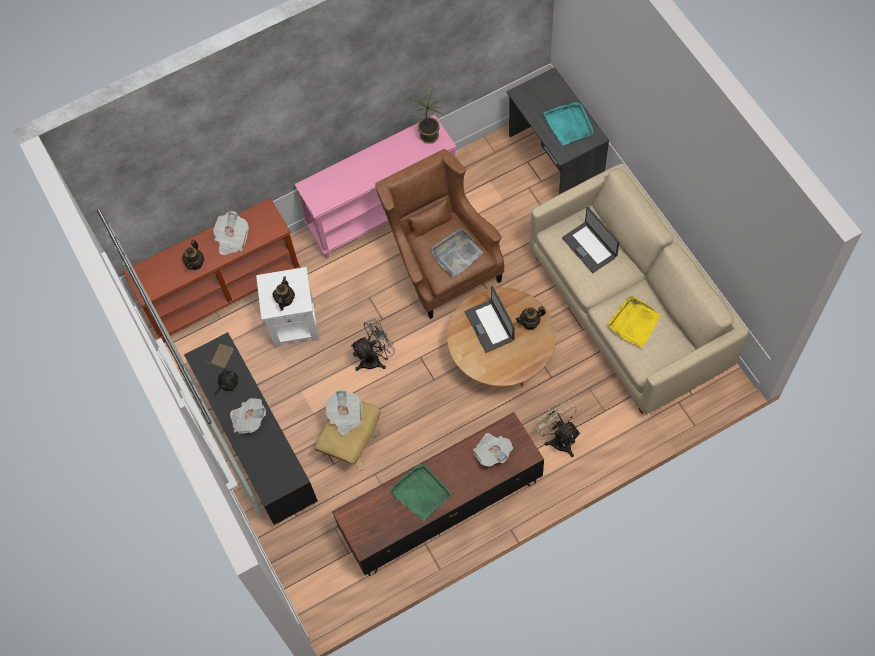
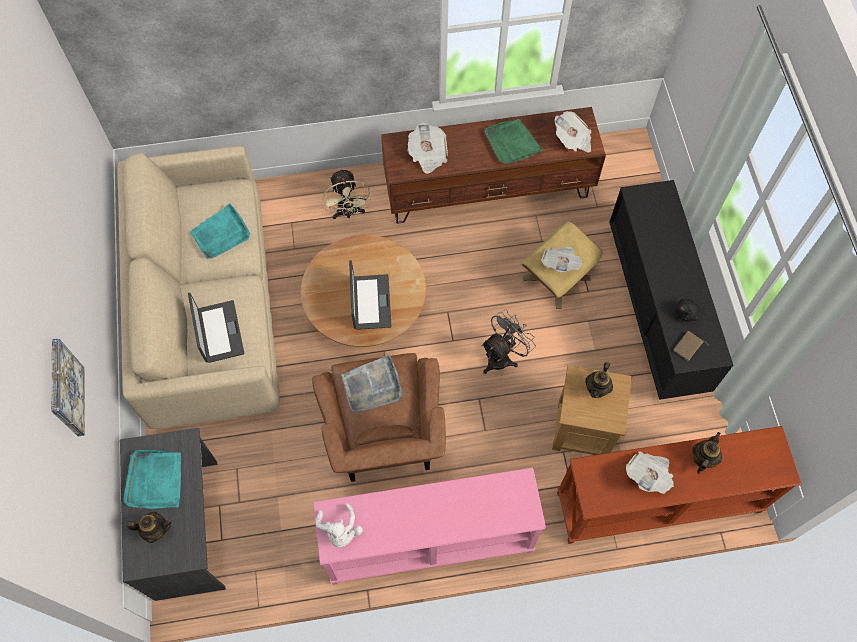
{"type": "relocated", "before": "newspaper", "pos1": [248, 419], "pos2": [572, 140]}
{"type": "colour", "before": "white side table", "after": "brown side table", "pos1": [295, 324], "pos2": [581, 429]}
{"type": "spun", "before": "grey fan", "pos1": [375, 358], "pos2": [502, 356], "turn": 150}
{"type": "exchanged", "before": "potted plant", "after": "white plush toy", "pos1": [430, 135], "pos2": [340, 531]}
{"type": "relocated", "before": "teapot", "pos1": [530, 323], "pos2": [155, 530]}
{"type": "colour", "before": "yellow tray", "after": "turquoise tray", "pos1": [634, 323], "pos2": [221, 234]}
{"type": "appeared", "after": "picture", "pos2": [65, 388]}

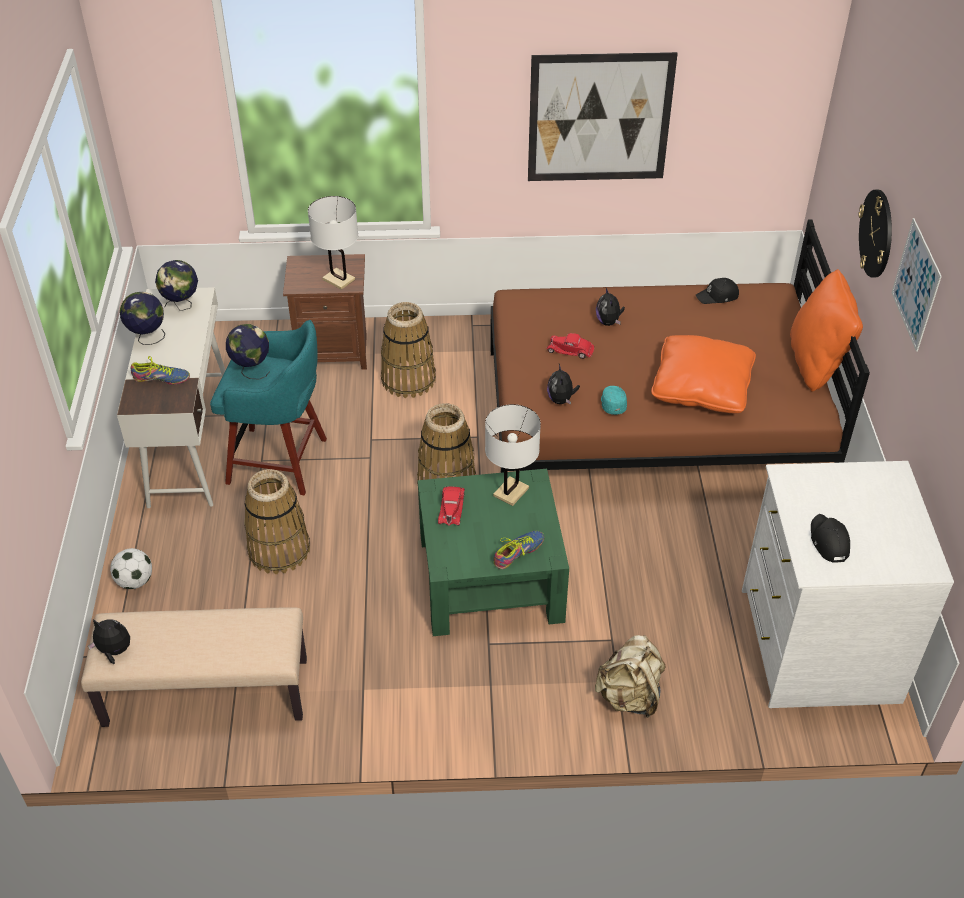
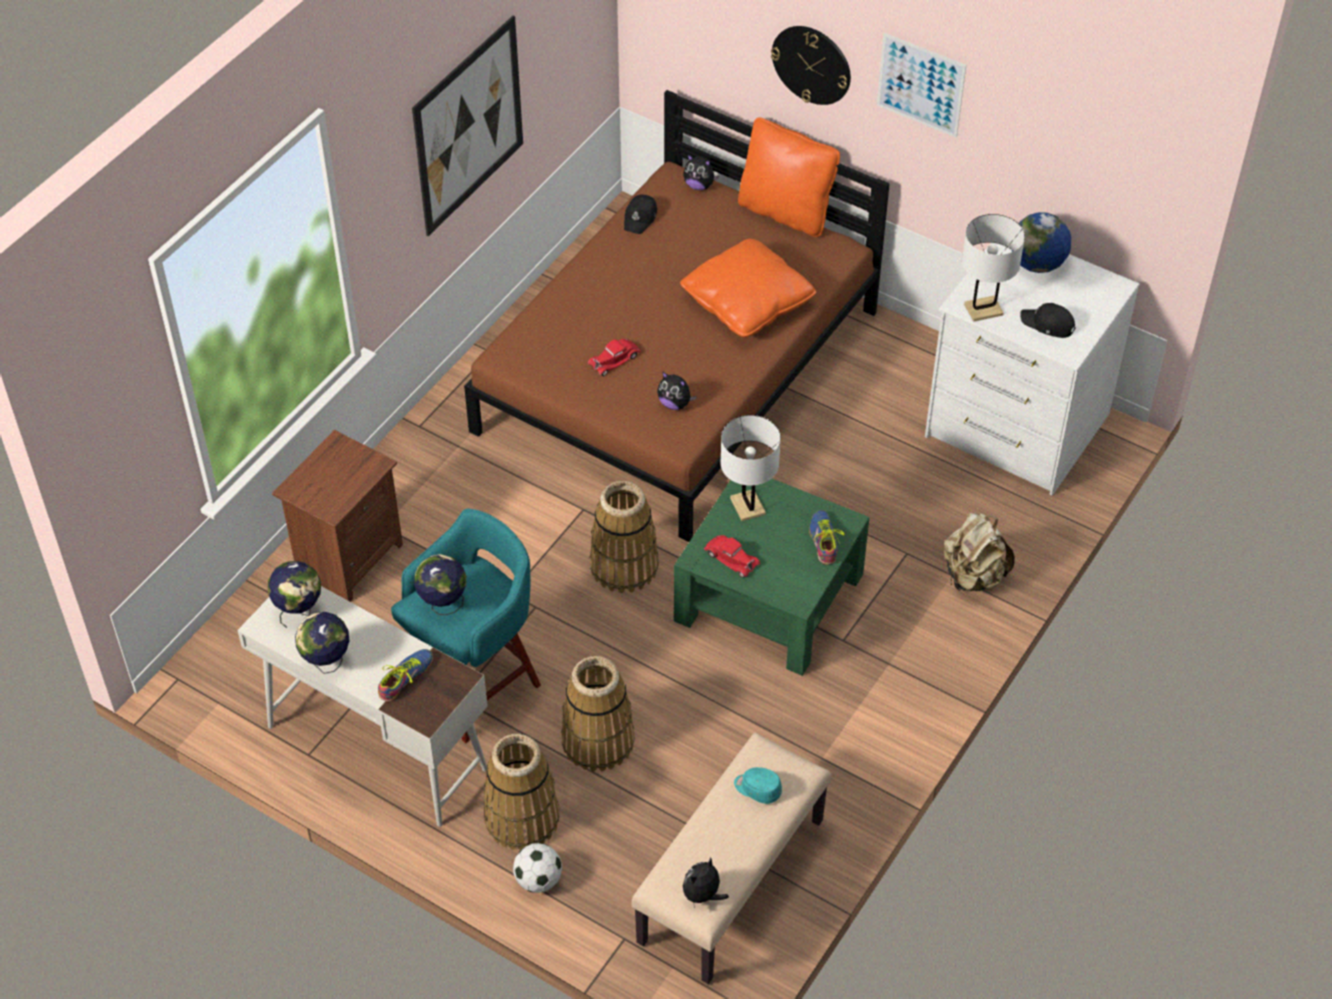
{"type": "relocated", "before": "white table lamp", "pos1": [339, 279], "pos2": [983, 309]}
{"type": "relocated", "before": "basket", "pos1": [408, 379], "pos2": [521, 818]}
{"type": "relocated", "before": "plush toy", "pos1": [608, 322], "pos2": [699, 185]}
{"type": "relocated", "before": "turquoise cap", "pos1": [612, 404], "pos2": [757, 789]}
{"type": "appeared", "after": "globe", "pos2": [1037, 264]}

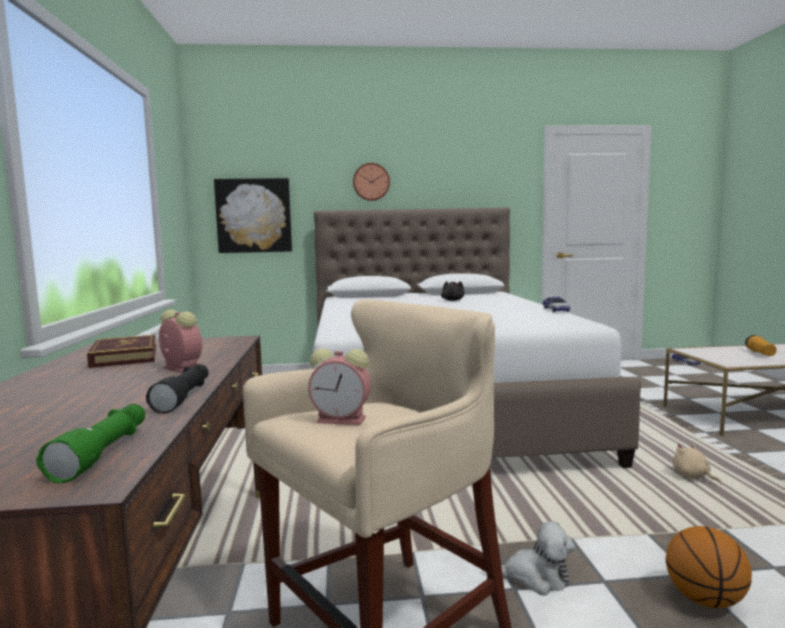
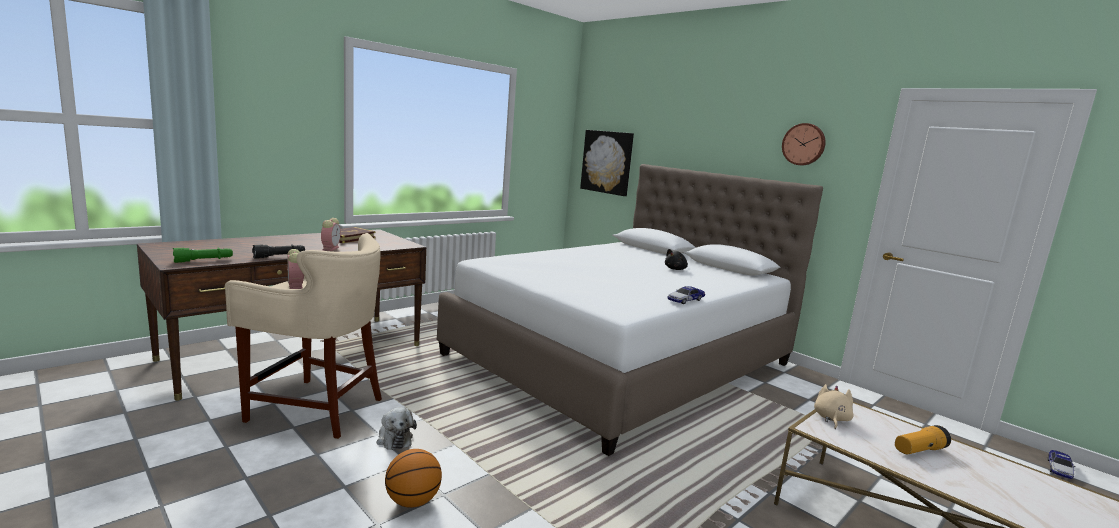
{"type": "relocated", "before": "wall clock", "pos1": [371, 182], "pos2": [804, 144]}
{"type": "relocated", "before": "beige plush toy", "pos1": [692, 477], "pos2": [831, 419]}

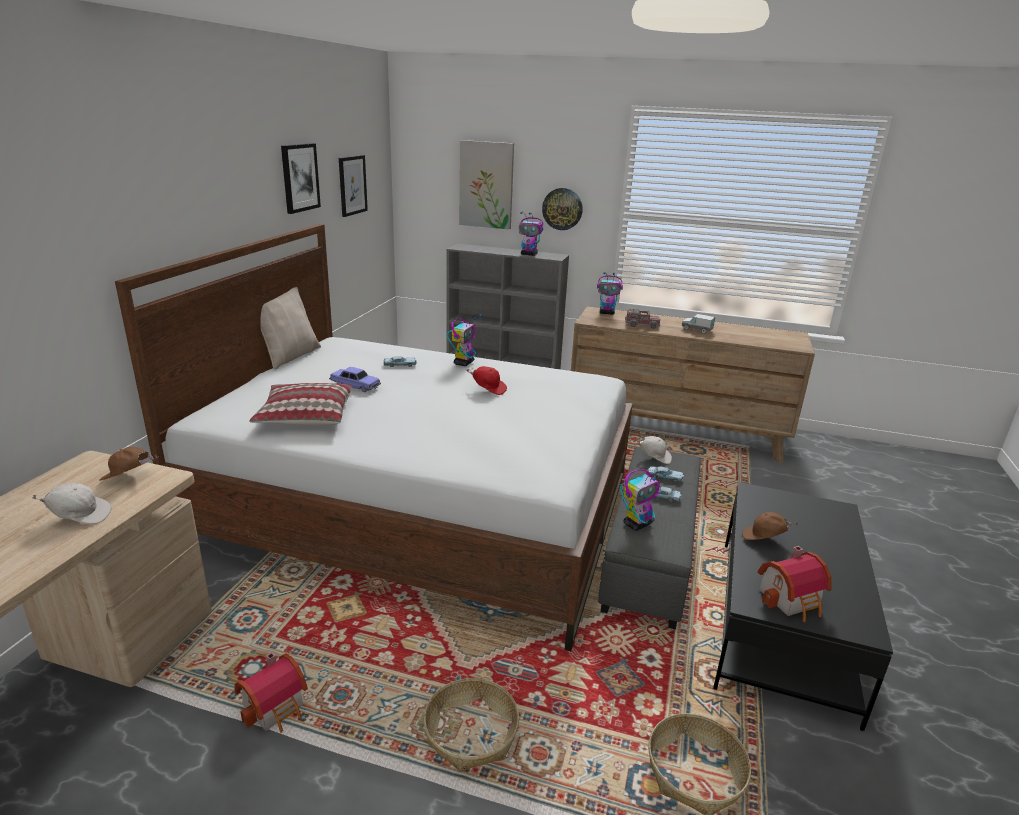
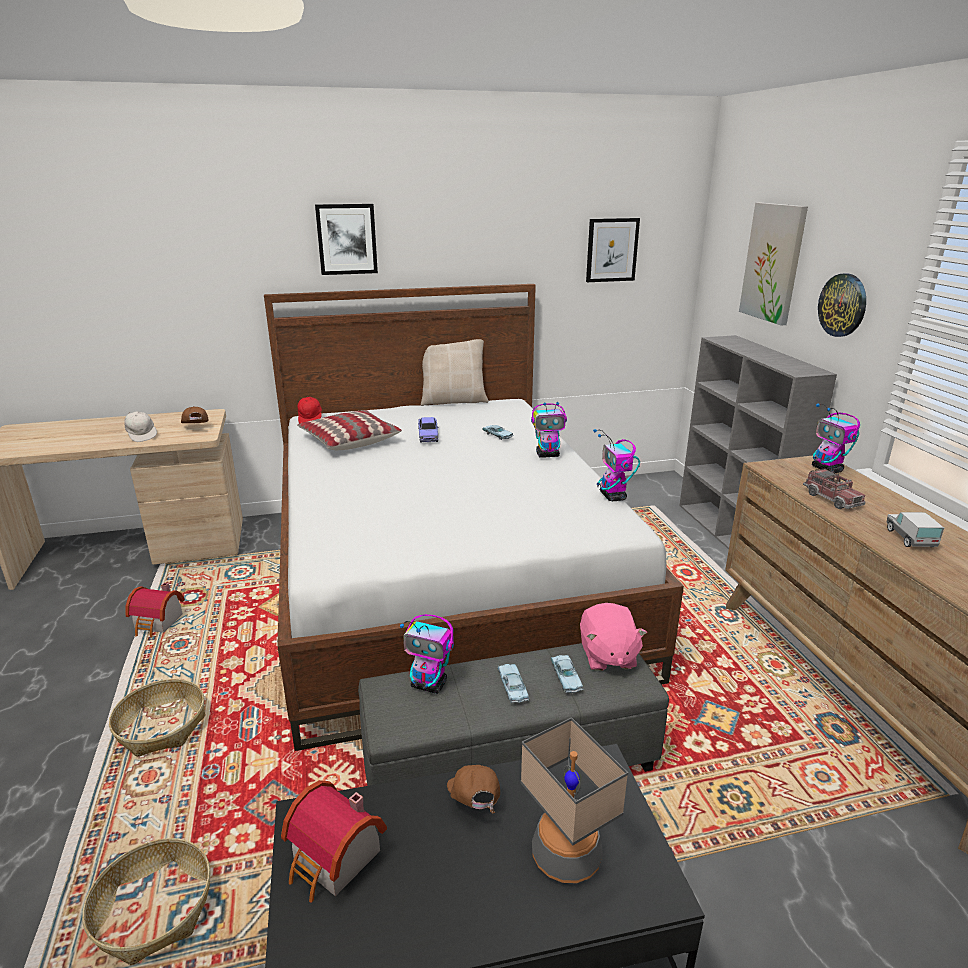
{"type": "relocated", "before": "picture", "pos1": [299, 177], "pos2": [346, 239]}
{"type": "relocated", "before": "red cap", "pos1": [488, 389], "pos2": [310, 419]}
{"type": "relocated", "before": "toy robot", "pos1": [529, 254], "pos2": [613, 496]}
{"type": "exchanged", "before": "white cap", "after": "pink plush toy", "pos1": [654, 458], "pos2": [607, 656]}
{"type": "appeared", "after": "table lamp", "pos2": [566, 855]}

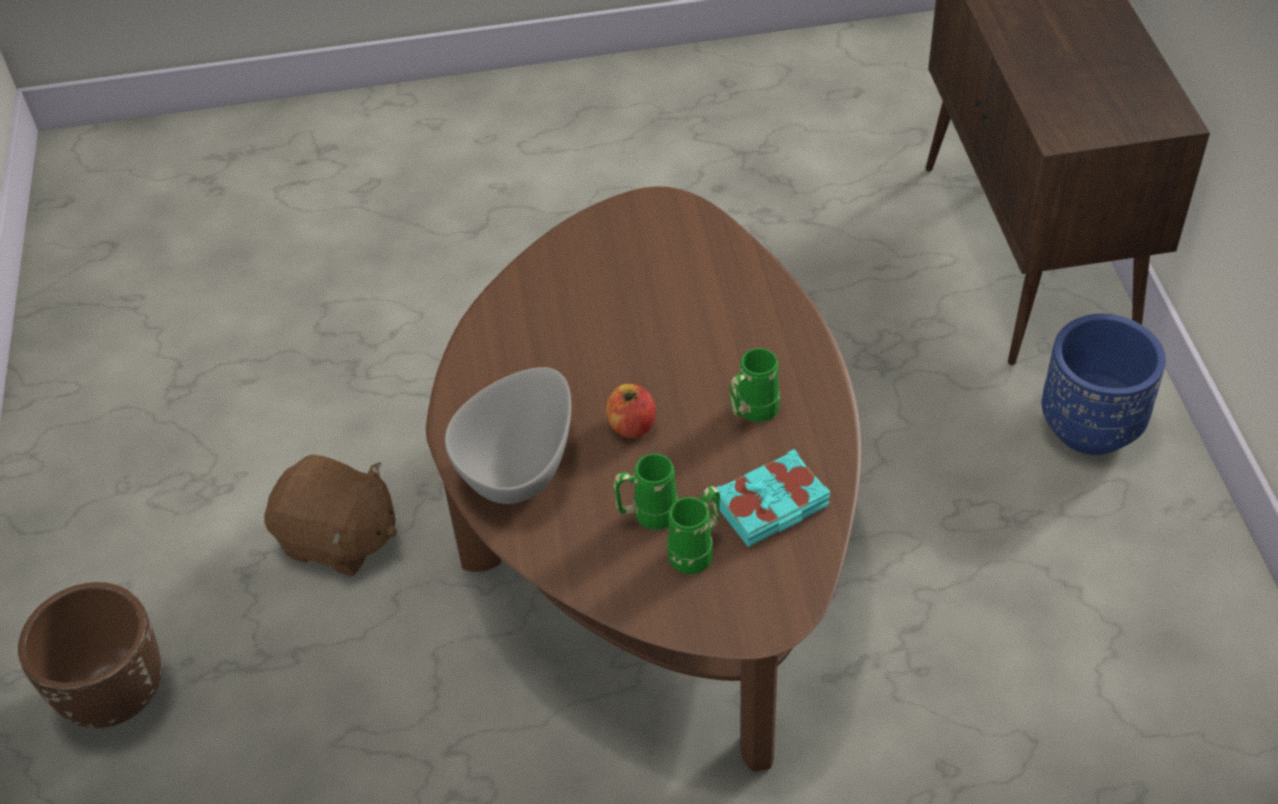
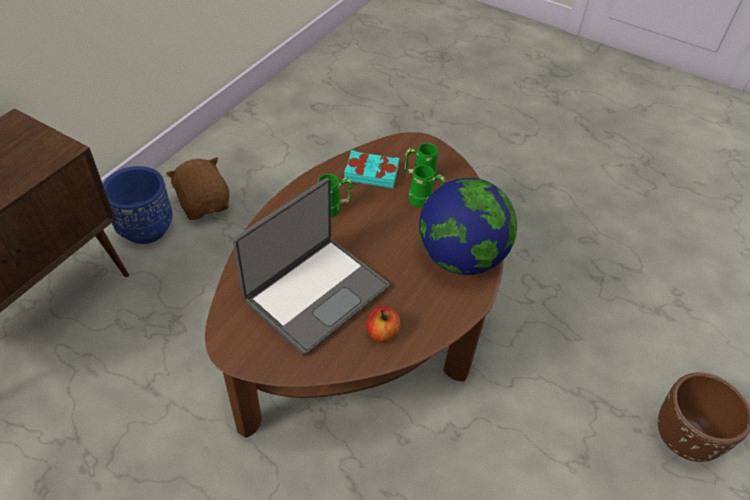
{"type": "relocated", "before": "brown plush toy", "pos1": [338, 539], "pos2": [204, 204]}
{"type": "exchanged", "before": "grey bowl", "after": "globe", "pos1": [519, 468], "pos2": [460, 257]}
{"type": "relocated", "before": "apple", "pos1": [631, 425], "pos2": [382, 333]}
{"type": "appeared", "after": "laptop", "pos2": [315, 293]}

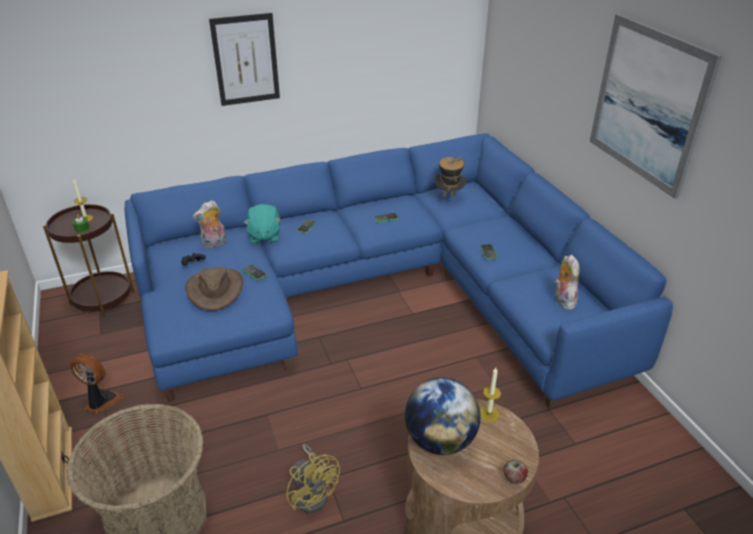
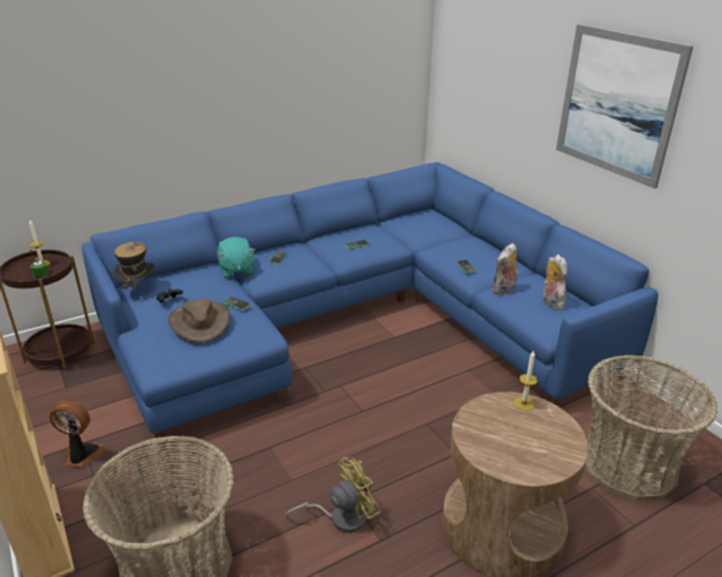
{"type": "relocated", "before": "plush toy", "pos1": [214, 244], "pos2": [504, 291]}
{"type": "missing", "before": "picture", "pos1": [246, 60]}
{"type": "spun", "before": "yellow fan", "pos1": [313, 493], "pos2": [341, 517], "turn": -75}
{"type": "missing", "before": "globe", "pos1": [440, 440]}
{"type": "relocated", "before": "hat", "pos1": [449, 198], "pos2": [138, 290]}
{"type": "missing", "before": "apple", "pos1": [514, 478]}
{"type": "appeared", "after": "basket", "pos2": [628, 465]}

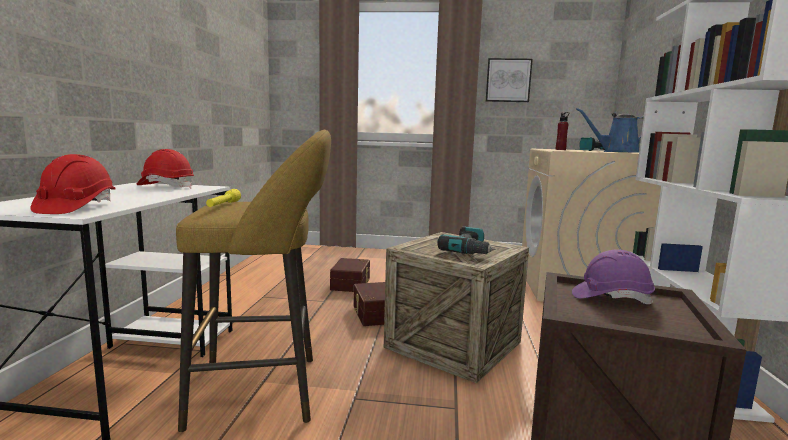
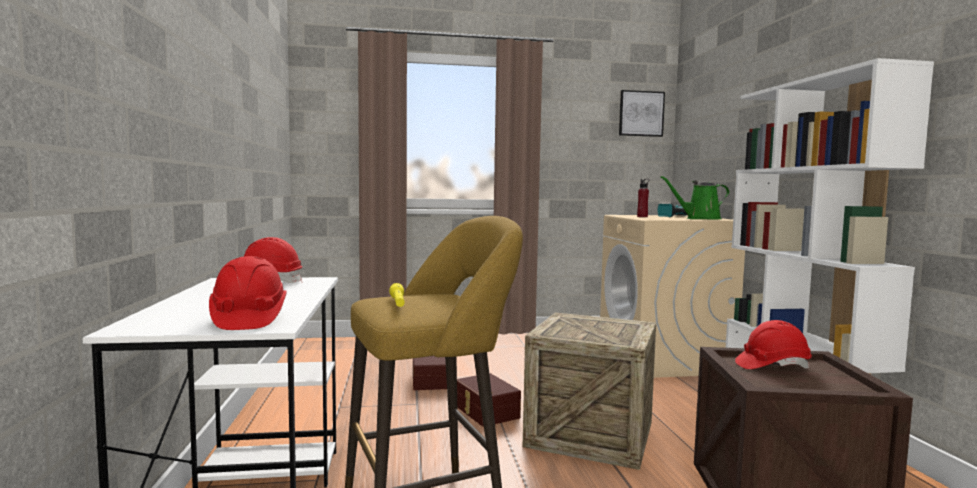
{"type": "missing", "before": "power drill", "pos1": [469, 250]}
{"type": "relocated", "before": "picture", "pos1": [508, 80], "pos2": [641, 113]}
{"type": "colour", "before": "purple hard hat", "after": "red hard hat", "pos1": [610, 298], "pos2": [772, 366]}
{"type": "colour", "before": "blue watering can", "after": "green watering can", "pos1": [616, 152], "pos2": [699, 219]}

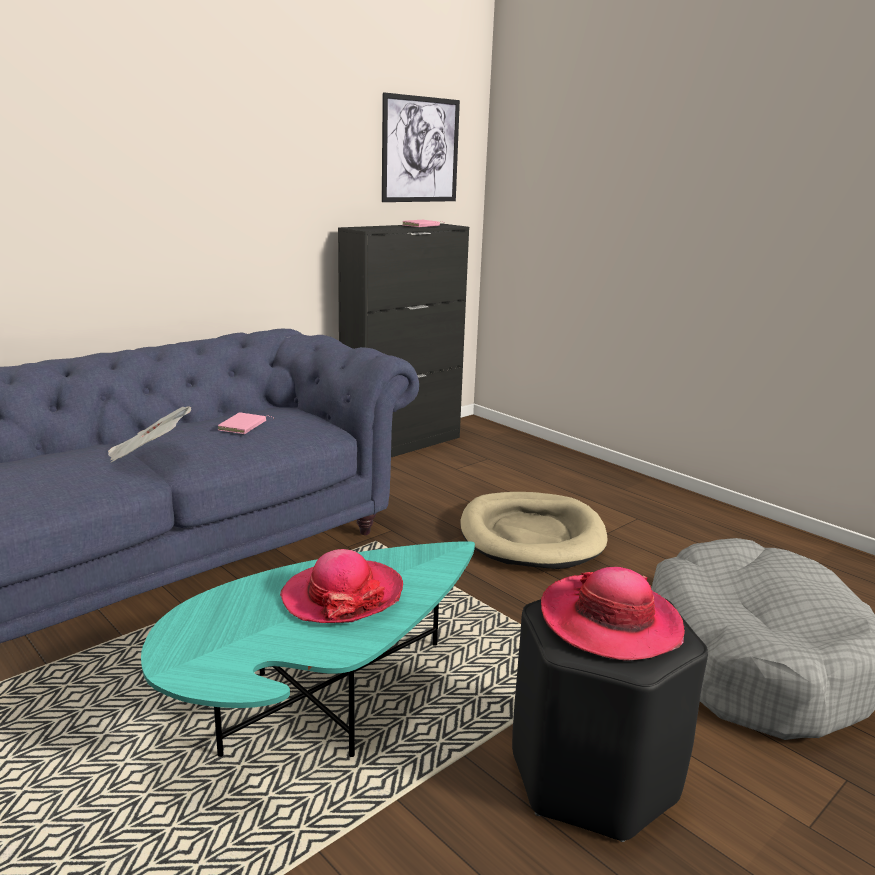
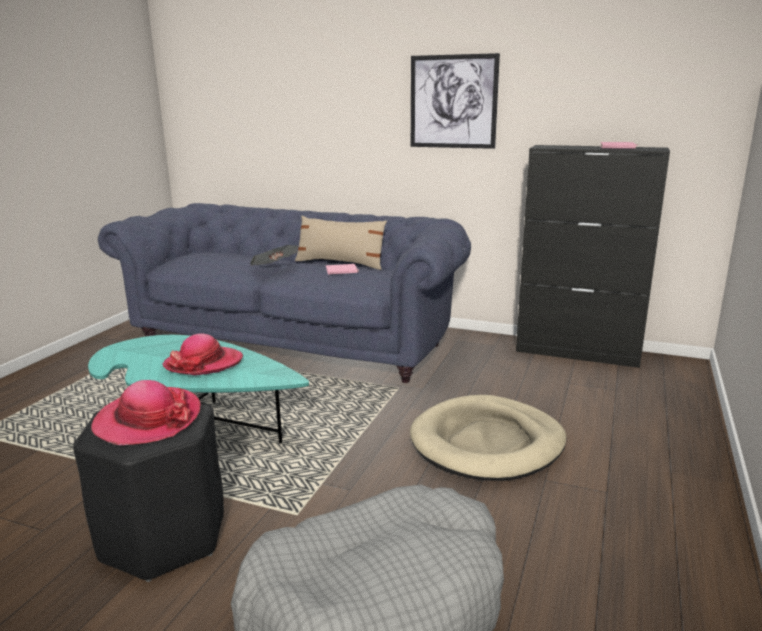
{"type": "relocated", "before": "picture", "pos1": [420, 150], "pos2": [453, 102]}
{"type": "appeared", "after": "beige pillow", "pos2": [340, 263]}

